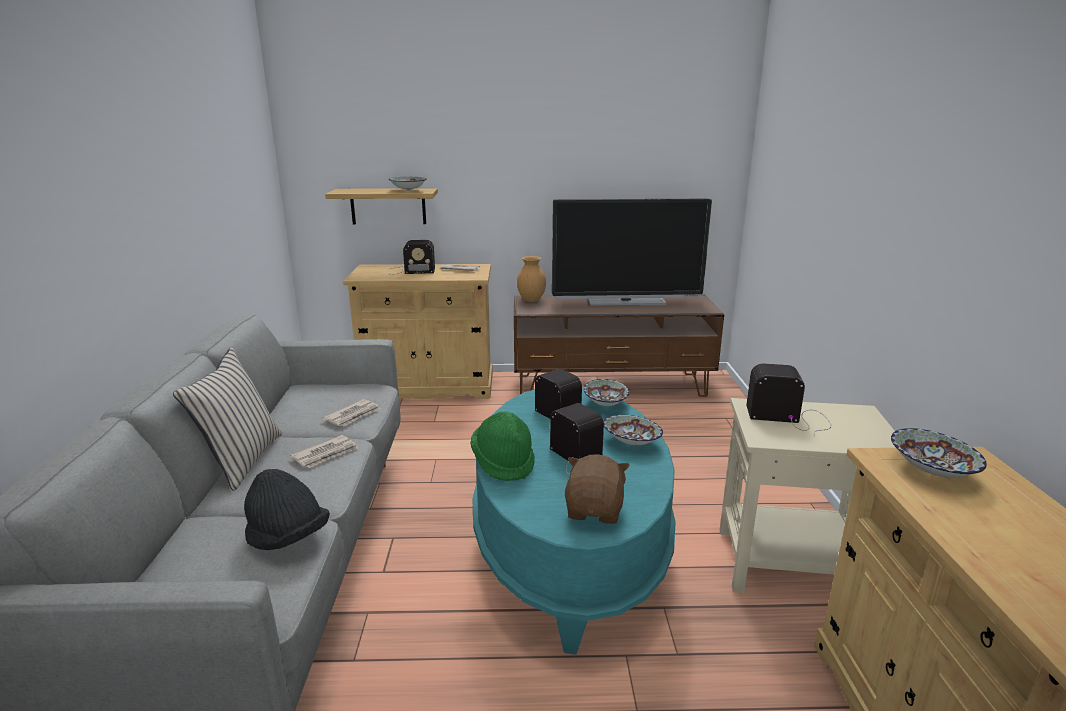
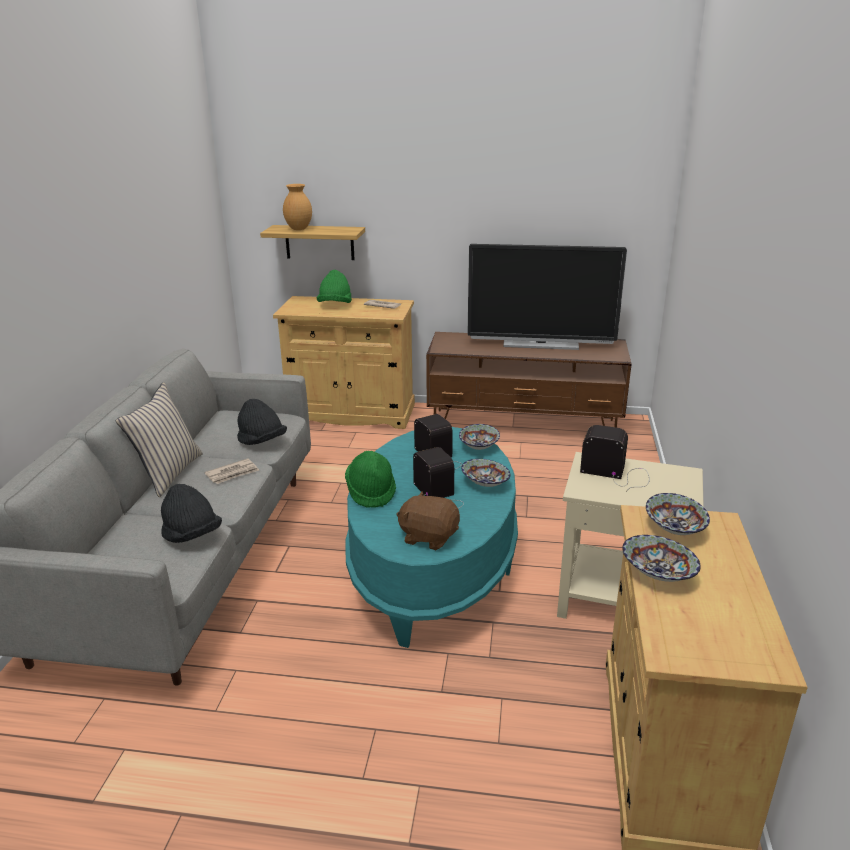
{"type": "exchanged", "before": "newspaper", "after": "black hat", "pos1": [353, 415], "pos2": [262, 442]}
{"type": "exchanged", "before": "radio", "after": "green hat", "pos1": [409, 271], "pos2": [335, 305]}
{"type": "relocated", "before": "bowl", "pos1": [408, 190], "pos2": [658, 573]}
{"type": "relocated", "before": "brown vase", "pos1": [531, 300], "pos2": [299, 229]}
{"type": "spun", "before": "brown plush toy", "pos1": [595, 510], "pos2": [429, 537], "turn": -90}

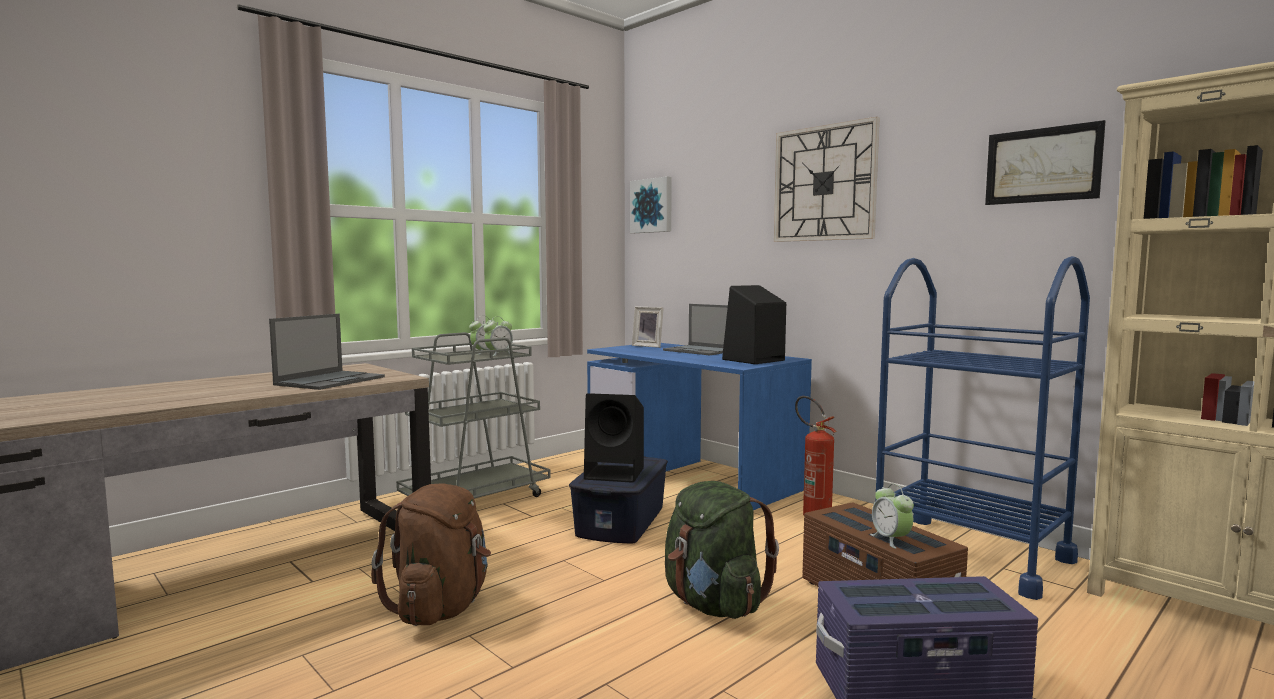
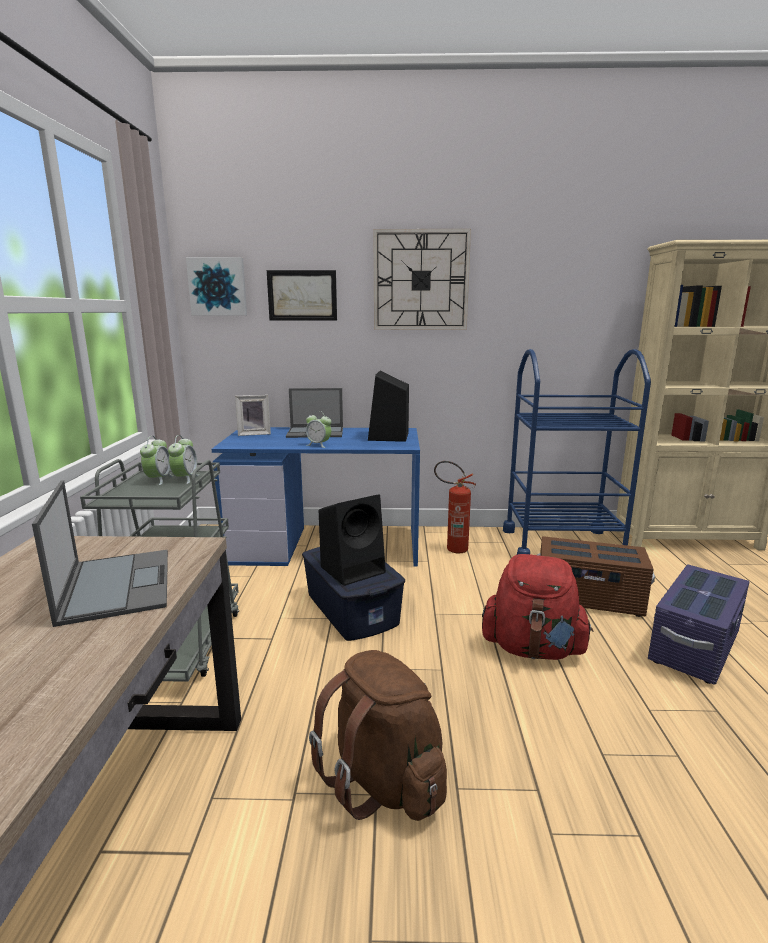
{"type": "colour", "before": "green backpack", "after": "red backpack", "pos1": [713, 604], "pos2": [532, 649]}
{"type": "relocated", "before": "alarm clock", "pos1": [891, 539], "pos2": [319, 445]}
{"type": "relocated", "before": "picture", "pos1": [1042, 165], "pos2": [302, 295]}

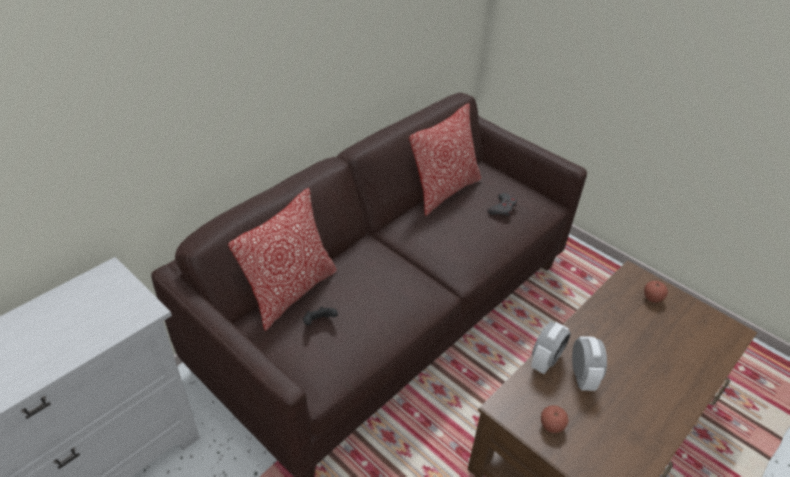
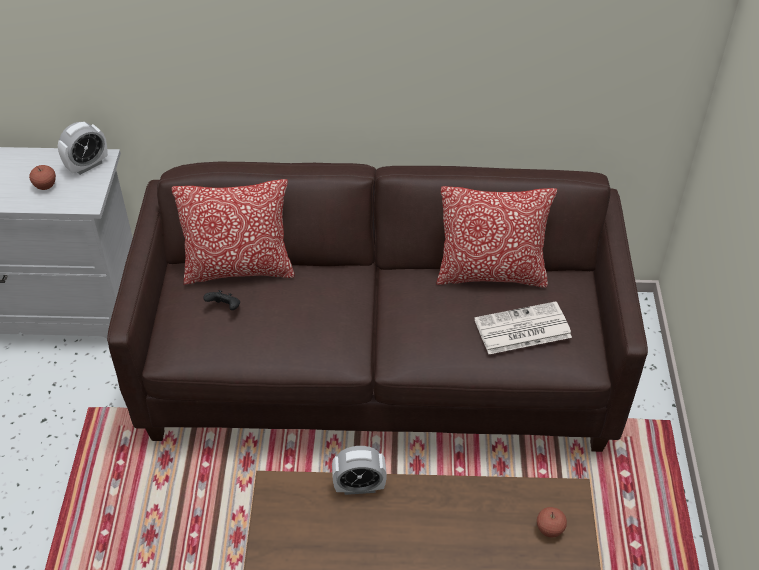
{"type": "exchanged", "before": "grey game controller", "after": "newspaper", "pos1": [502, 208], "pos2": [521, 329]}
{"type": "relocated", "before": "apple", "pos1": [551, 426], "pos2": [45, 186]}
{"type": "relocated", "before": "alarm clock", "pos1": [582, 376], "pos2": [87, 165]}

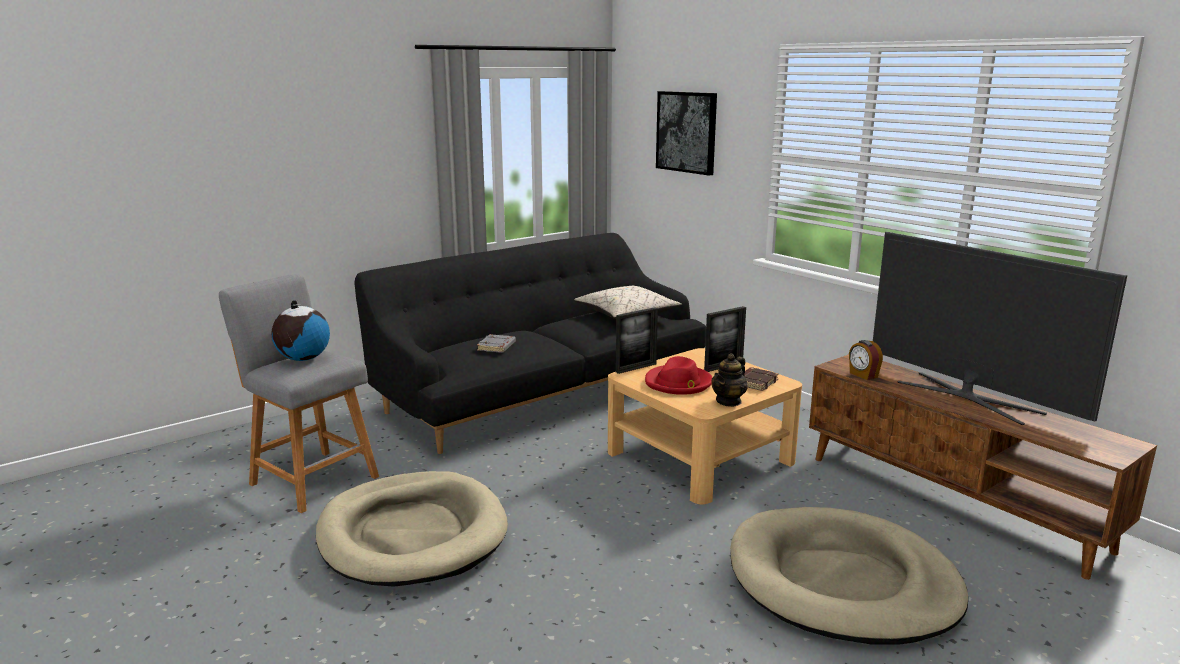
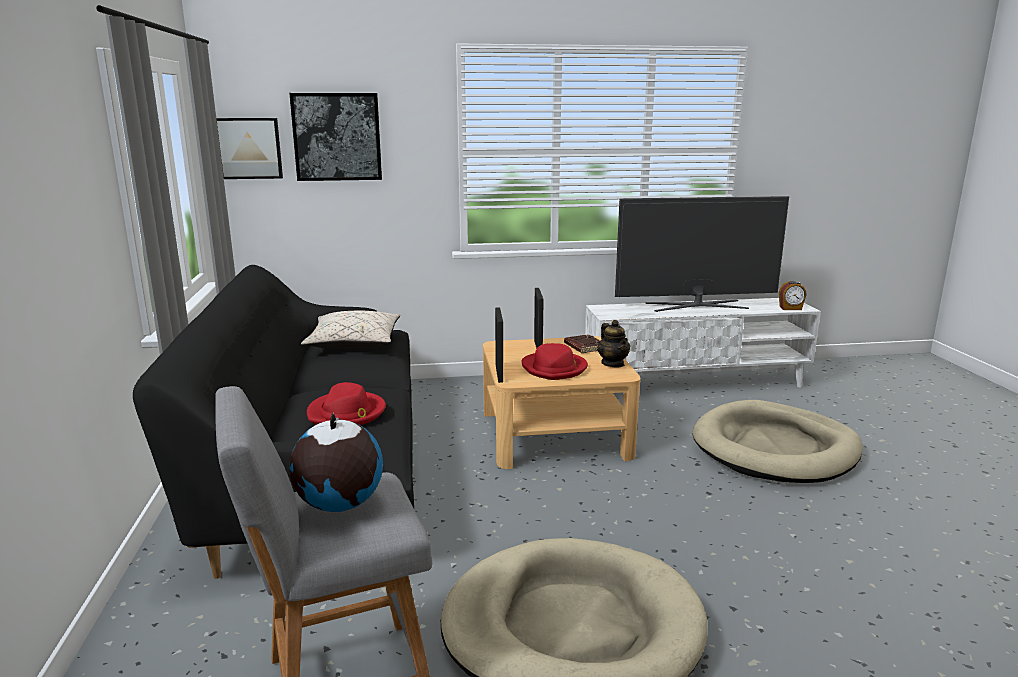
{"type": "exchanged", "before": "grey book", "after": "red hat", "pos1": [497, 347], "pos2": [347, 413]}
{"type": "colour", "before": "brown tv stand", "after": "white tv stand", "pos1": [952, 501], "pos2": [695, 383]}
{"type": "relocated", "before": "alarm clock", "pos1": [863, 375], "pos2": [790, 308]}
{"type": "appeared", "after": "picture", "pos2": [249, 148]}

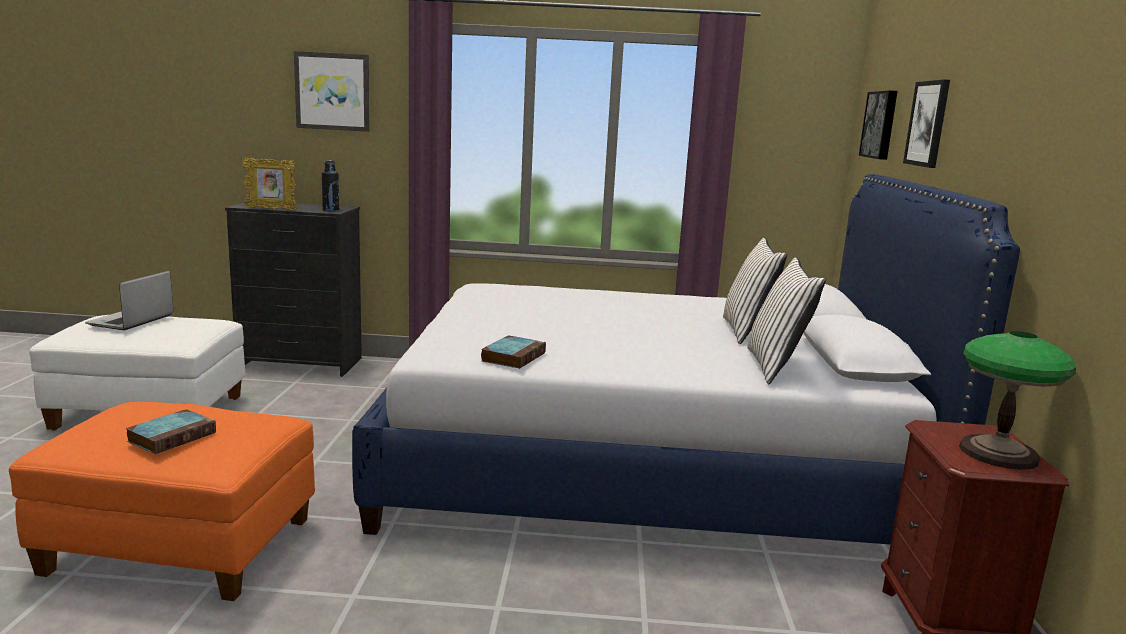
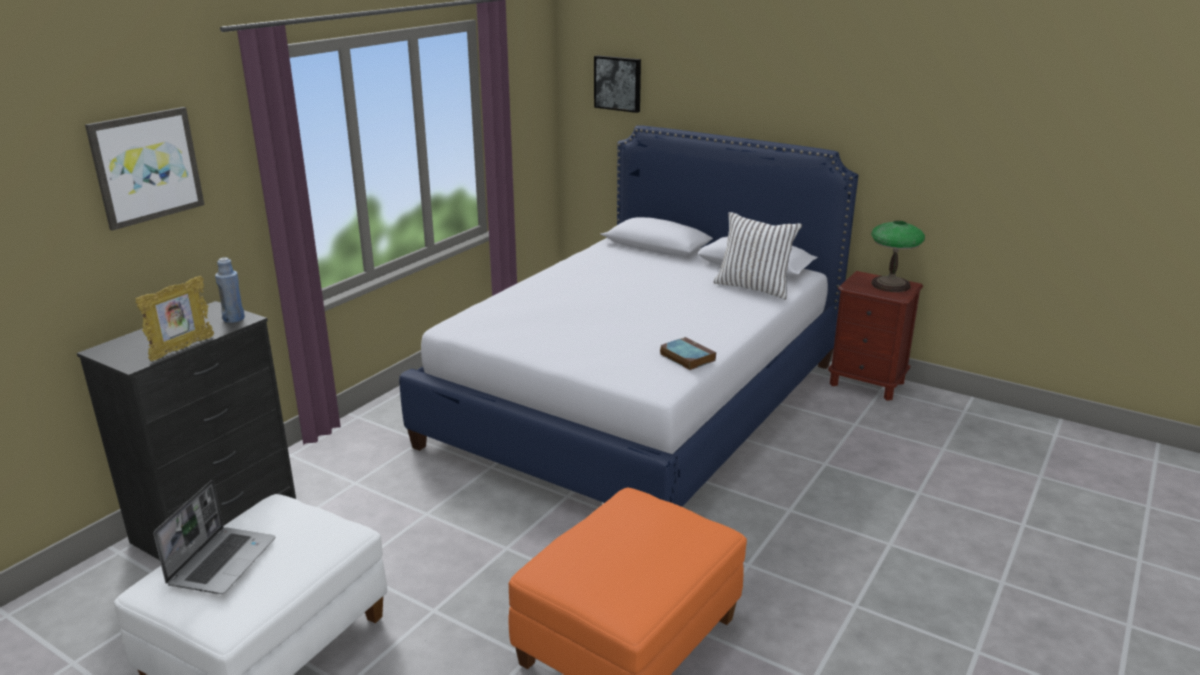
{"type": "spun", "before": "laptop", "pos1": [131, 320], "pos2": [222, 561], "turn": -120}
{"type": "missing", "before": "book", "pos1": [173, 436]}
{"type": "colour", "before": "black bottle", "after": "blue bottle", "pos1": [331, 210], "pos2": [234, 319]}
{"type": "missing", "before": "white pillow", "pos1": [747, 331]}
{"type": "missing", "before": "picture", "pos1": [928, 124]}

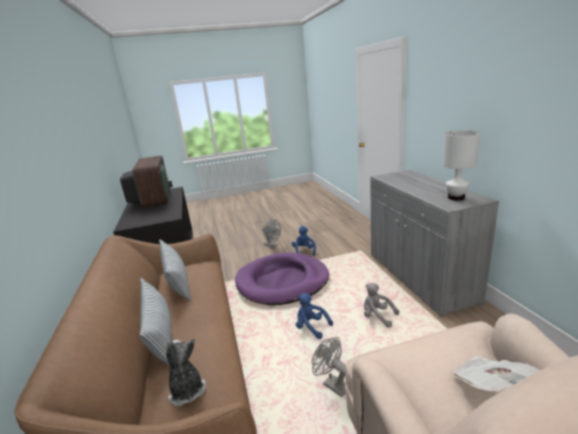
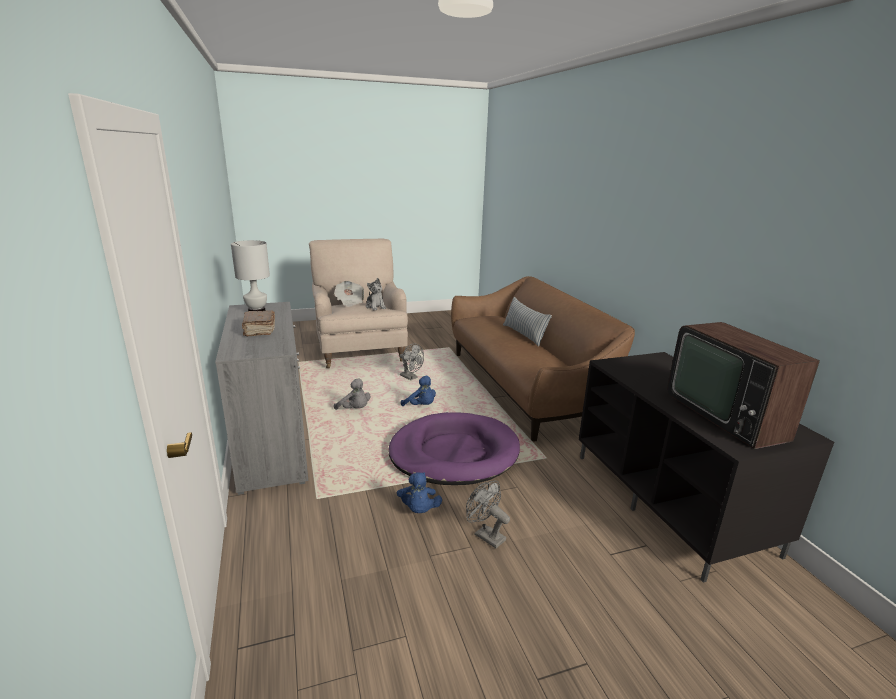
{"type": "missing", "before": "pillow", "pos1": [177, 283]}
{"type": "relocated", "before": "plush toy", "pos1": [187, 390], "pos2": [375, 307]}
{"type": "appeared", "after": "brown book", "pos2": [259, 330]}

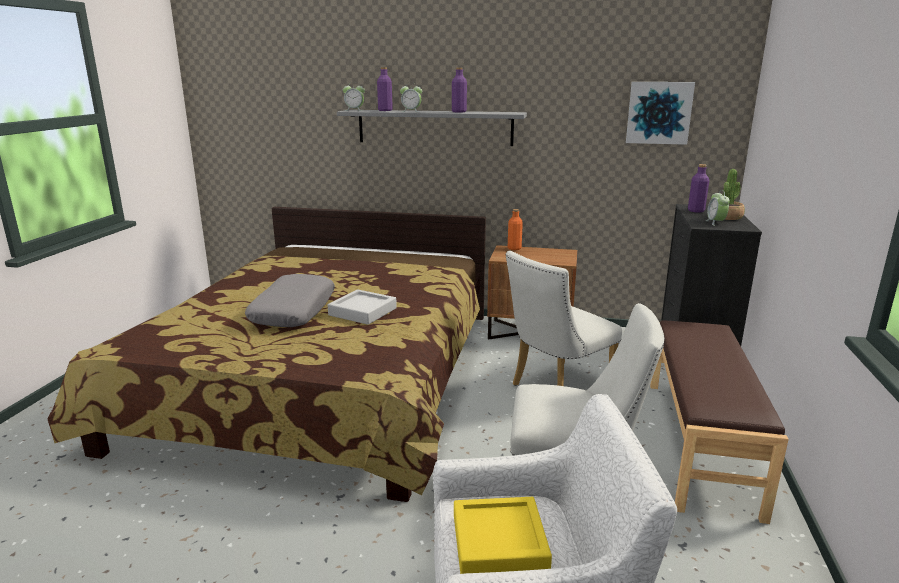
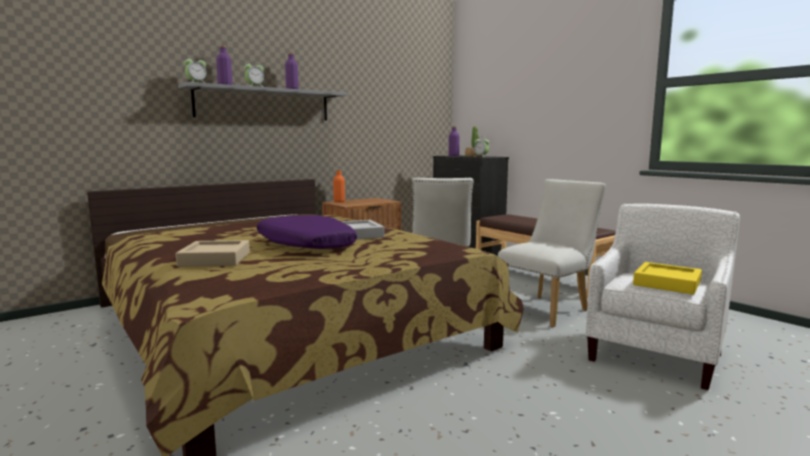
{"type": "colour", "before": "grey pillow", "after": "purple pillow", "pos1": [293, 311], "pos2": [305, 245]}
{"type": "missing", "before": "picture", "pos1": [659, 113]}
{"type": "appeared", "after": "beige tray", "pos2": [215, 259]}

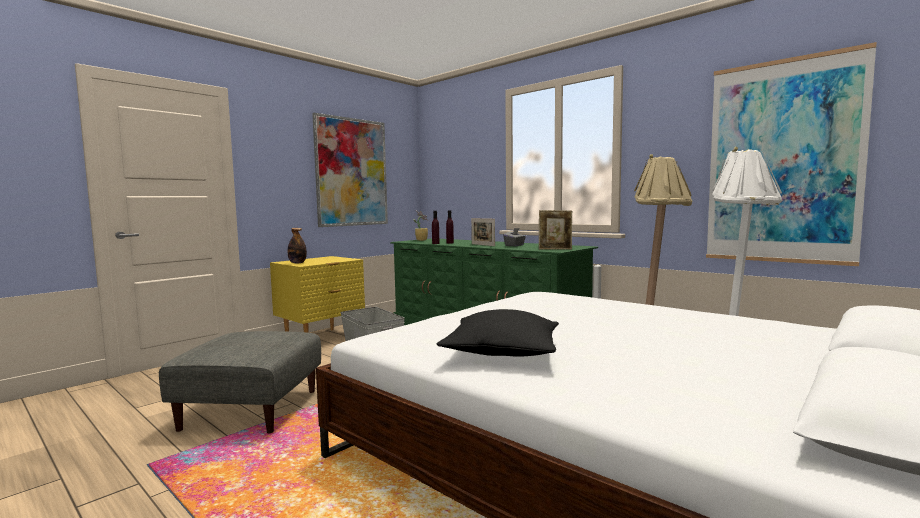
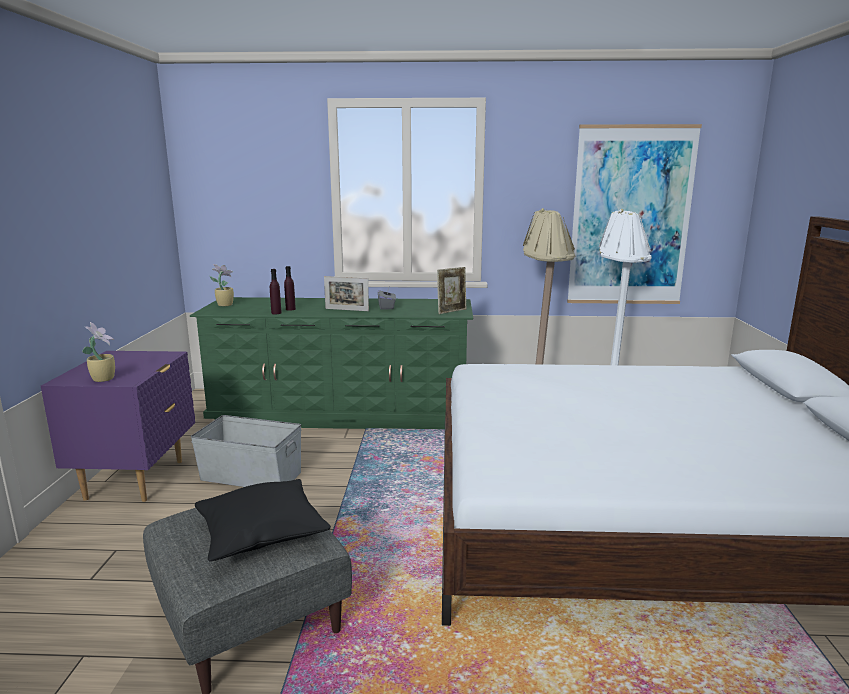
{"type": "colour", "before": "yellow nightstand", "after": "purple nightstand", "pos1": [321, 338], "pos2": [137, 479]}
{"type": "exchanged", "before": "bottle", "after": "potted plant", "pos1": [297, 263], "pos2": [104, 378]}
{"type": "missing", "before": "picture", "pos1": [351, 172]}
{"type": "relocated", "before": "black pillow", "pos1": [502, 352], "pos2": [261, 533]}

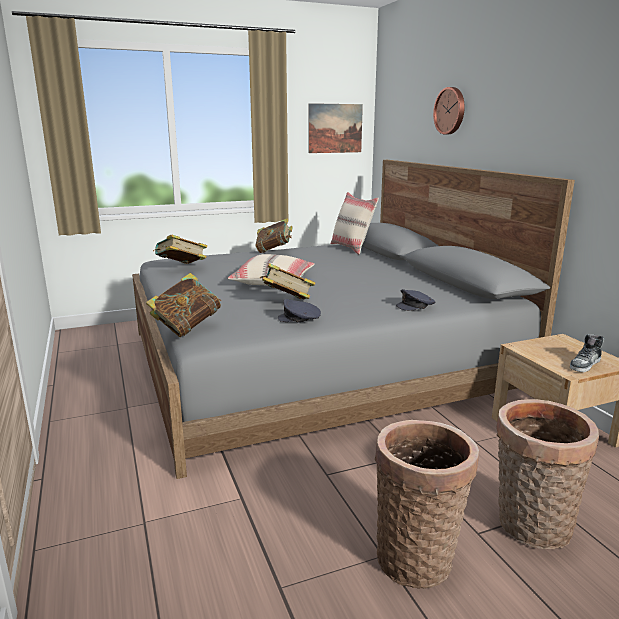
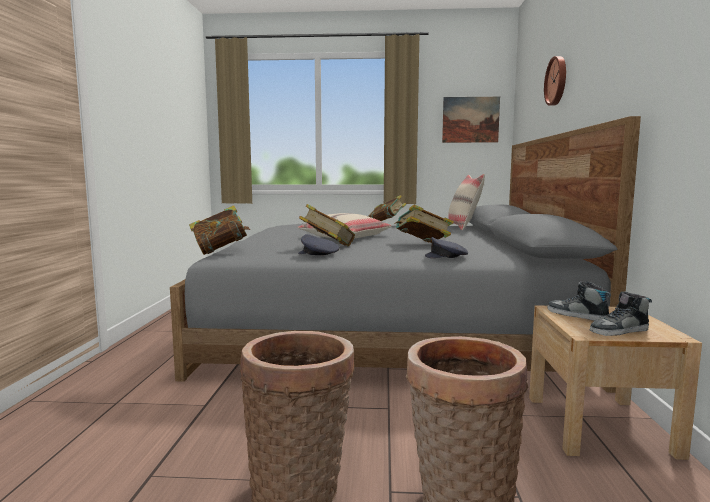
{"type": "relocated", "before": "book", "pos1": [181, 267], "pos2": [422, 245]}
{"type": "appeared", "after": "shoe", "pos2": [577, 315]}

